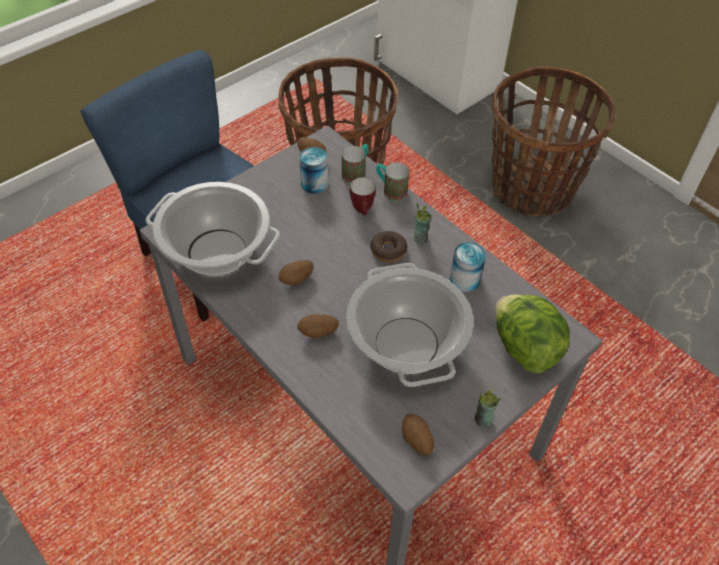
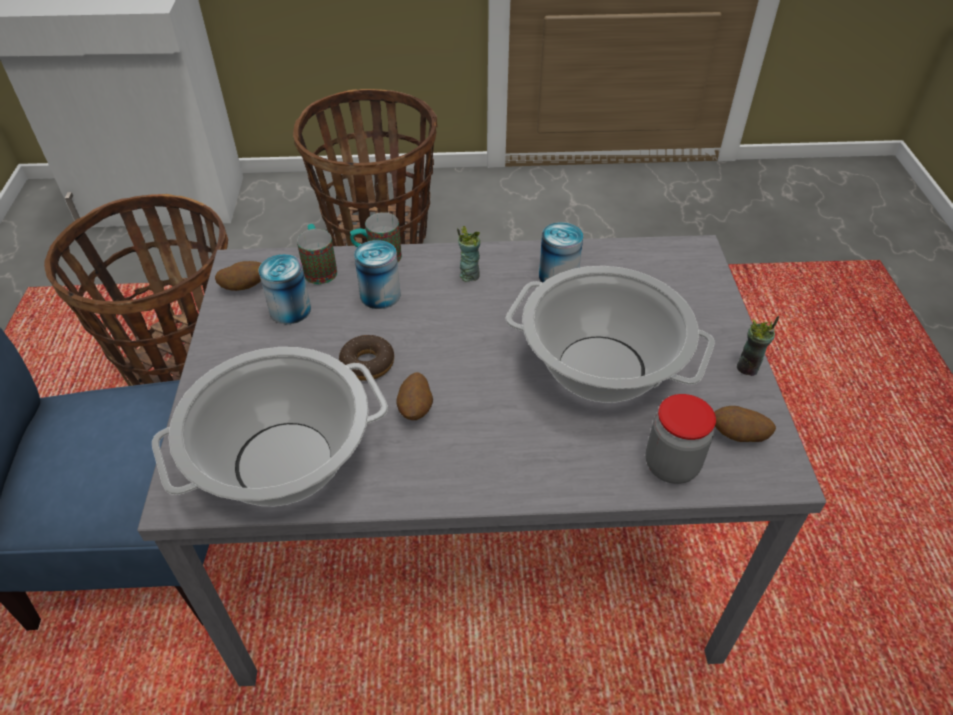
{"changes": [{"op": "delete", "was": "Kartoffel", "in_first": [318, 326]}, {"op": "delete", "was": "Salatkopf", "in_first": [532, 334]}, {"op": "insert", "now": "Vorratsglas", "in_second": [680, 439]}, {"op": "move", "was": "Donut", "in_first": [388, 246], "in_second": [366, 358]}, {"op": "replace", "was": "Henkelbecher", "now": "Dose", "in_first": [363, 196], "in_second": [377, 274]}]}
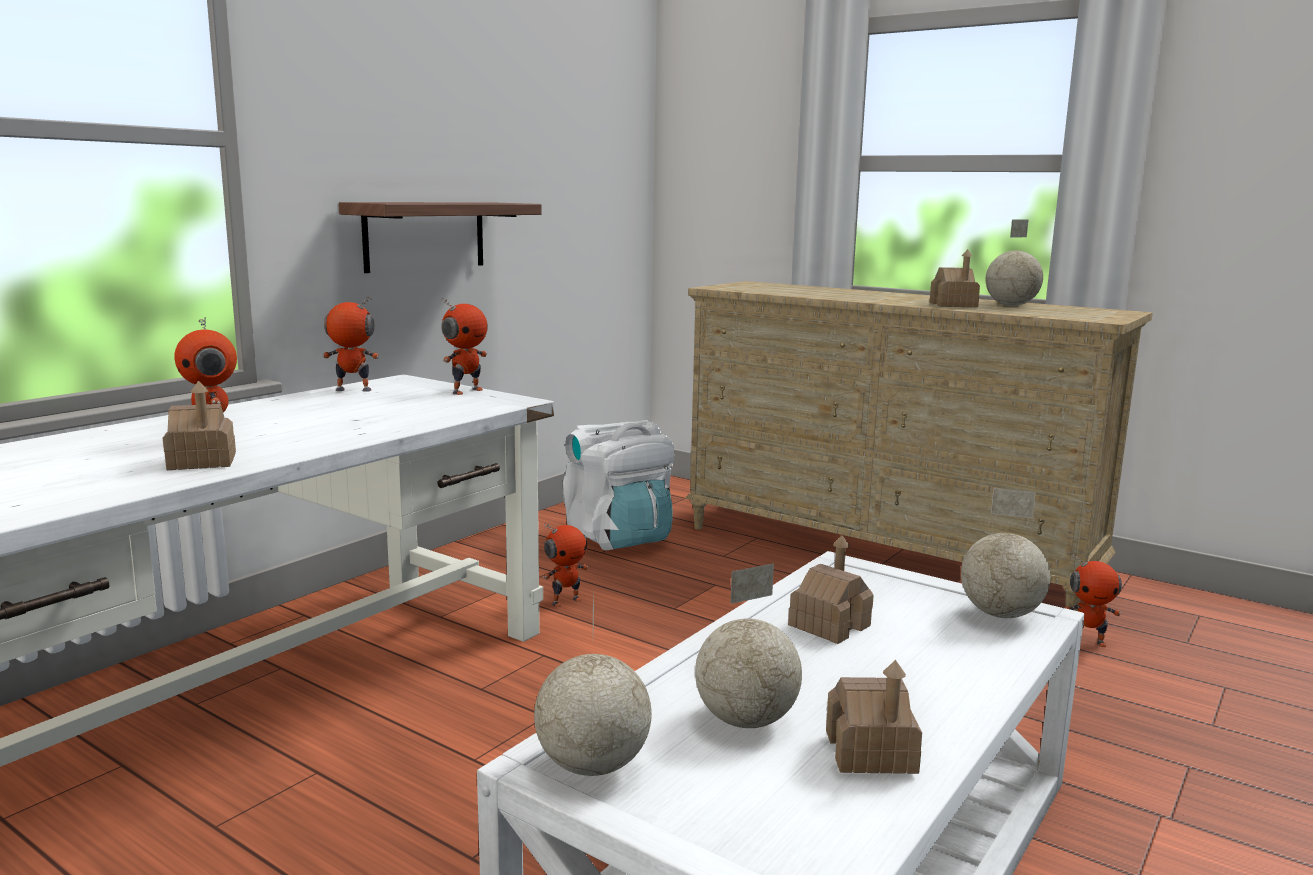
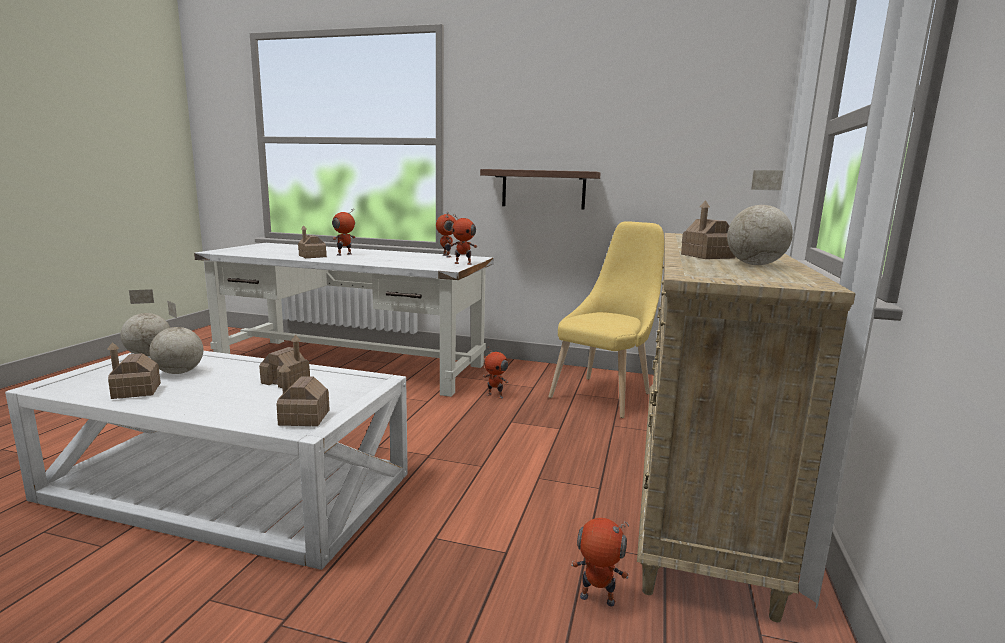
{"changes": [{"op": "replace", "was": "Rucksack (weiß)", "now": "Stuhl (gelb)", "in_first": [618, 486], "in_second": [606, 319]}, {"op": "replace", "was": "Globus", "now": "Spielzeughaus", "in_first": [1005, 553], "in_second": [303, 395]}, {"op": "rotate", "was": "Spielzeugroboter", "in_first": [1092, 599], "in_second": [600, 562], "clockwise": 120}]}
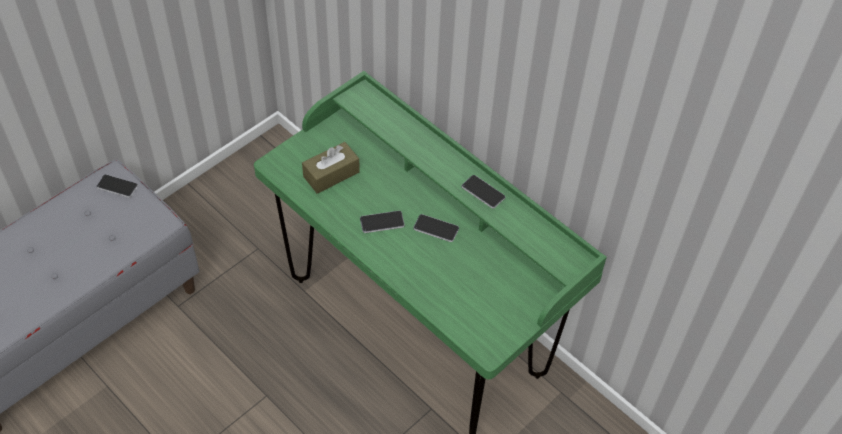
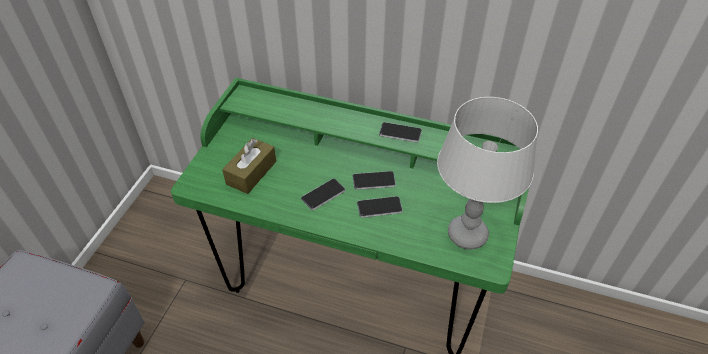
{"changes": [{"op": "insert", "now": "Tischlampe (grau)", "in_second": [487, 173]}, {"op": "move", "was": "Handy", "in_first": [117, 186], "in_second": [380, 207]}]}
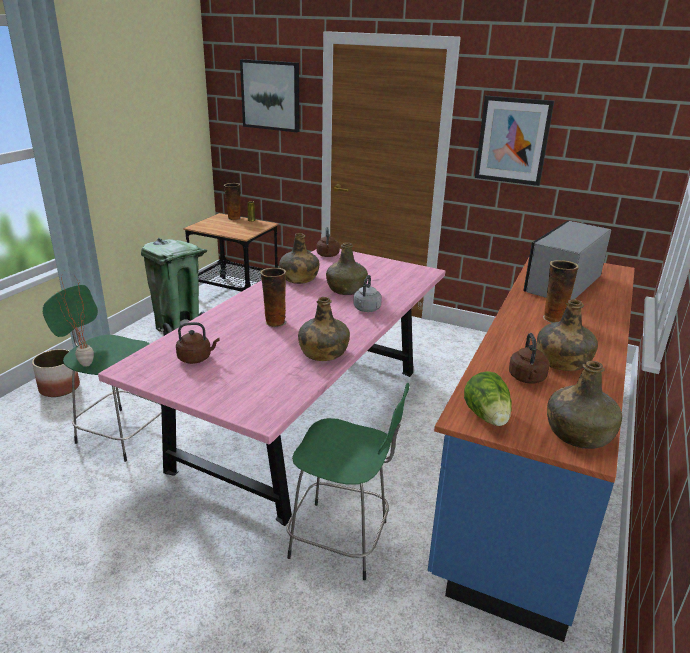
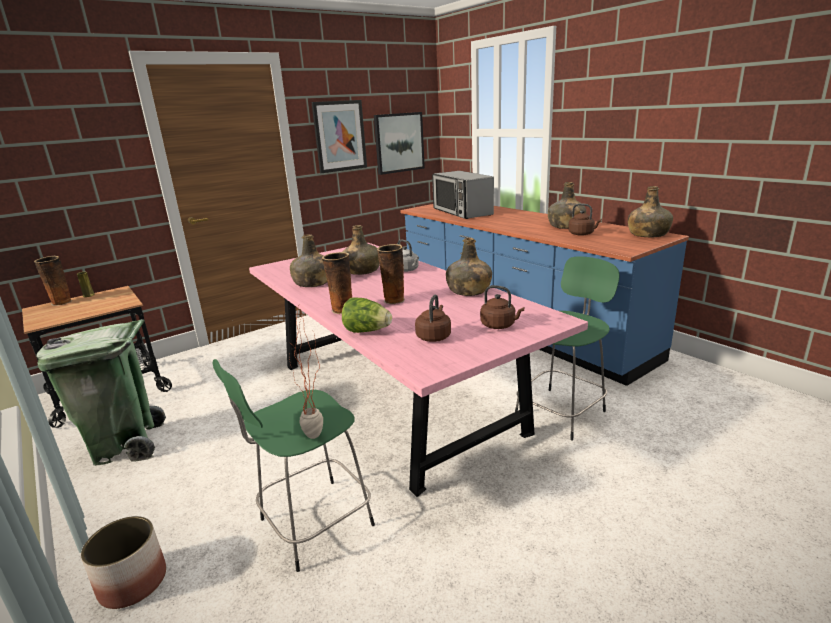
{"changes": [{"op": "move", "was": "Bild", "in_first": [270, 95], "in_second": [399, 143]}, {"op": "move", "was": "Wasserkessel (braun)", "in_first": [328, 242], "in_second": [502, 307]}, {"op": "move", "was": "Salatkopf", "in_first": [488, 398], "in_second": [367, 315]}, {"op": "move", "was": "Vase", "in_first": [561, 291], "in_second": [337, 283]}]}
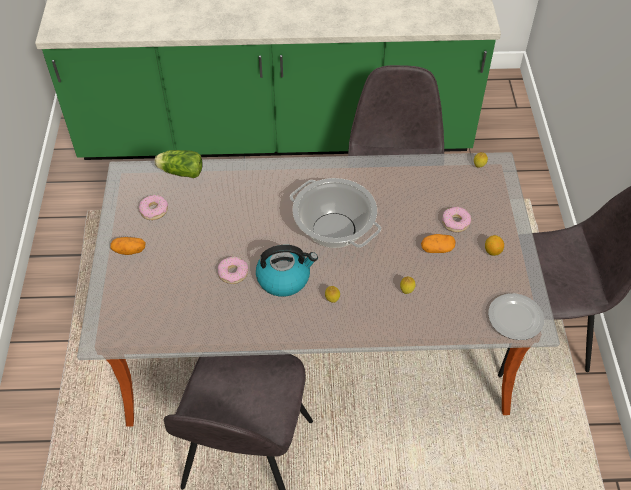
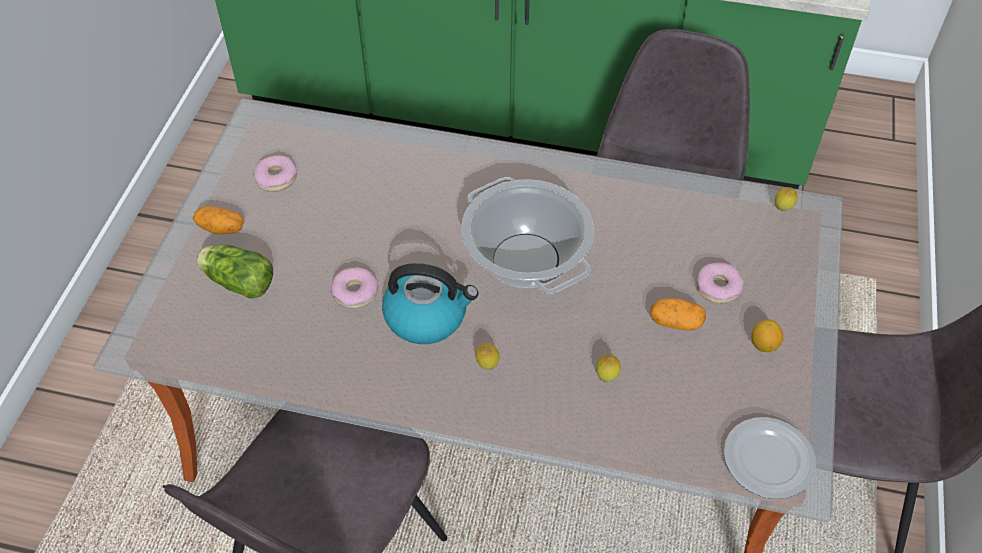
{"changes": [{"op": "move", "was": "Salatkopf", "in_first": [178, 164], "in_second": [234, 272]}]}
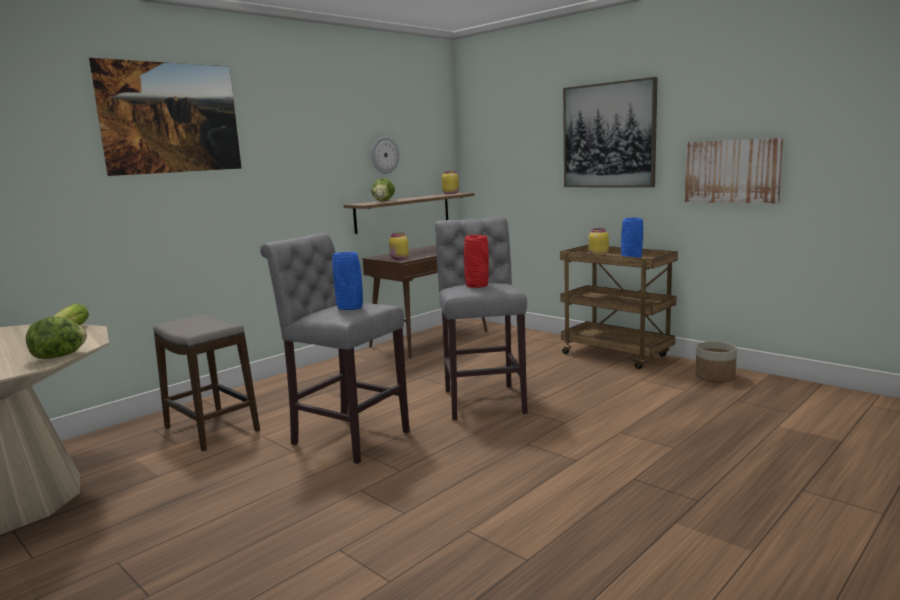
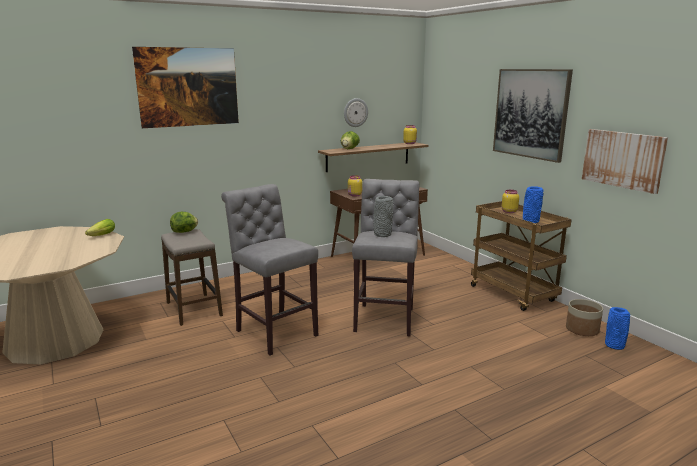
{"changes": [{"op": "move", "was": "Salatkopf", "in_first": [56, 338], "in_second": [184, 222]}, {"op": "move", "was": "Vase (blau)", "in_first": [347, 281], "in_second": [617, 328]}, {"op": "recolor", "was": "Vase (rot)", "now": "Vase (grau)", "in_first": [476, 261], "in_second": [383, 216]}]}
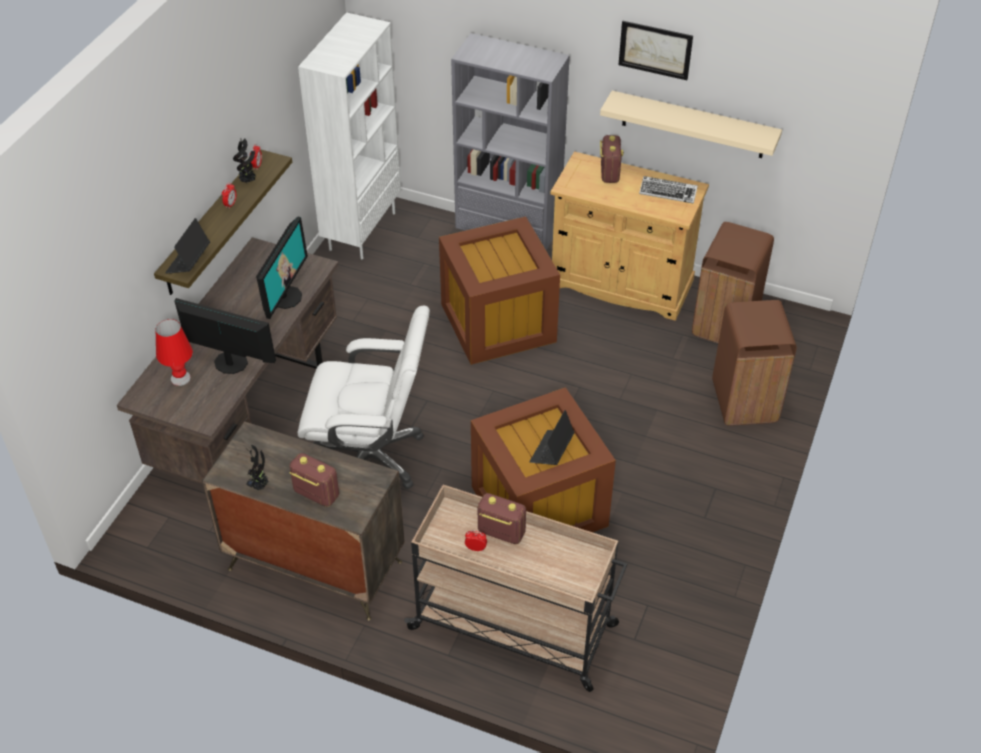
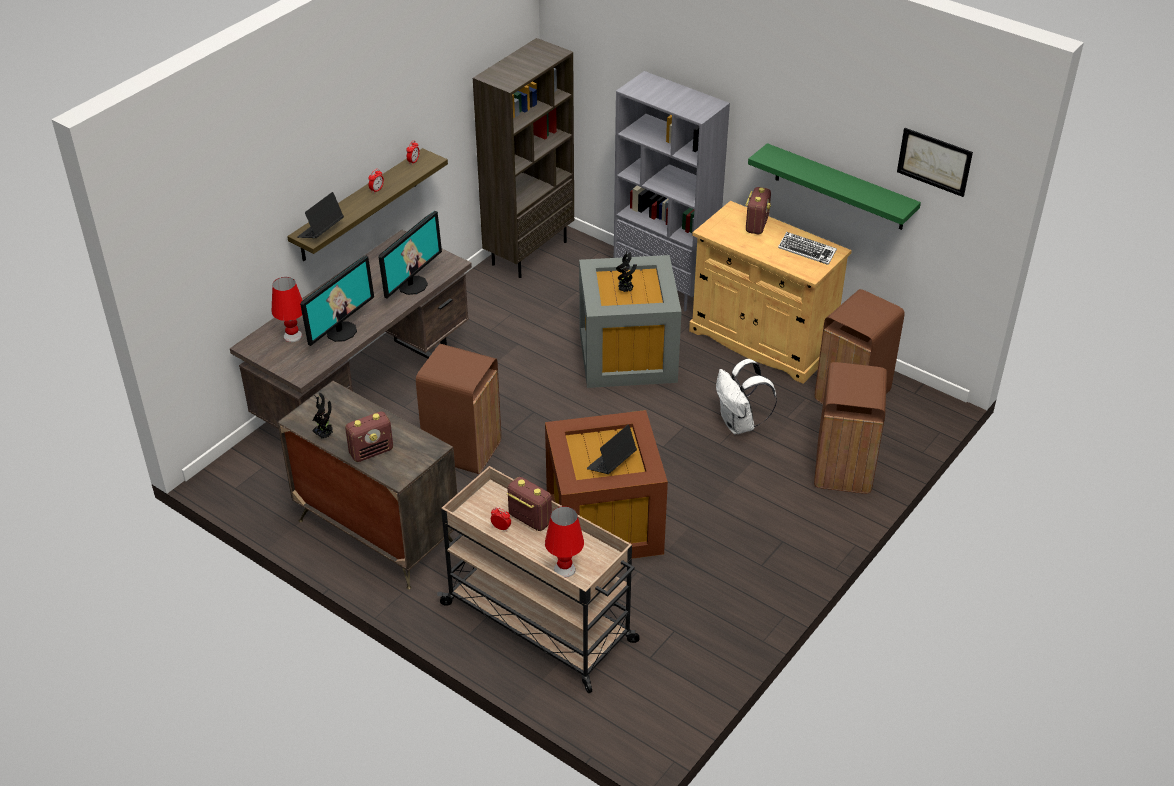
{"changes": [{"op": "insert", "now": "Tischlampe (rot)", "in_second": [564, 542]}, {"op": "insert", "now": "Rucksack (weiß)", "in_second": [746, 396]}, {"op": "move", "was": "Topfpflanze", "in_first": [244, 160], "in_second": [626, 271]}, {"op": "move", "was": "Bild", "in_first": [656, 50], "in_second": [935, 162]}, {"op": "replace", "was": "Bürostuhl (weiß)", "now": "Mülleimer (braun)", "in_first": [363, 397], "in_second": [458, 409]}, {"op": "recolor", "was": "Bücherregal (weiß)", "now": "Bücherregal (braun)", "in_first": [349, 136], "in_second": [523, 158]}, {"op": "recolor", "was": "Aufbewahrungsbox (braun)", "now": "Aufbewahrungsbox (grau)", "in_first": [499, 291], "in_second": [630, 321]}, {"op": "recolor", "was": "Wandregal (beige)", "now": "Wandregal (grün)", "in_first": [691, 124], "in_second": [834, 186]}, {"op": "rotate", "was": "Monitor", "in_first": [225, 336], "in_second": [337, 301], "clockwise": 90}, {"op": "rotate", "was": "Radio", "in_first": [314, 480], "in_second": [369, 436], "clockwise": 105}]}
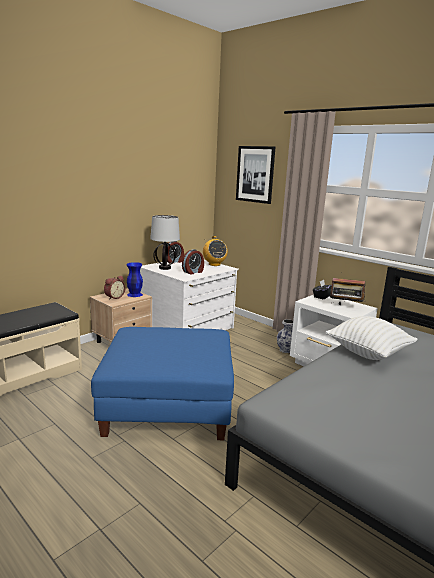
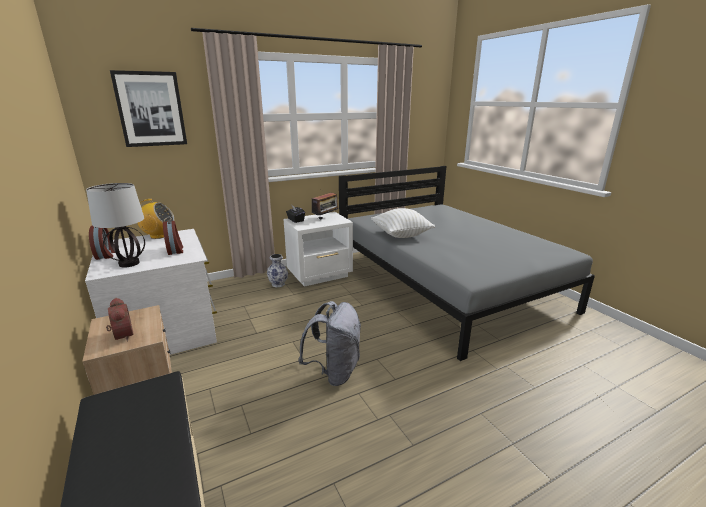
{"changes": [{"op": "delete", "was": "Vase (blau)", "in_first": [135, 279]}, {"op": "replace", "was": "Polsterhocker (blau)", "now": "Rucksack (grau)", "in_first": [162, 383], "in_second": [329, 343]}]}
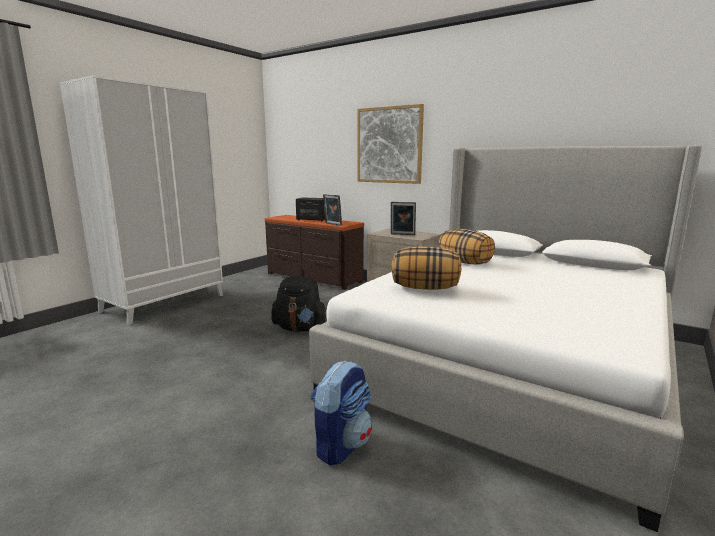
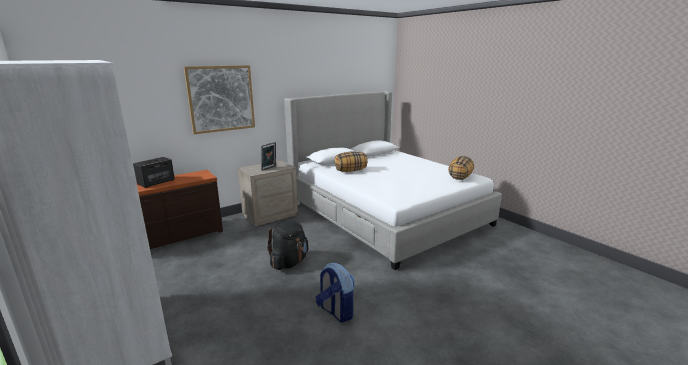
{"changes": [{"op": "delete", "was": "Bilderrahmen", "in_first": [332, 210]}, {"op": "move", "was": "Rucksack", "in_first": [341, 412], "in_second": [335, 293]}, {"op": "move", "was": "Kissen", "in_first": [426, 268], "in_second": [461, 168]}]}
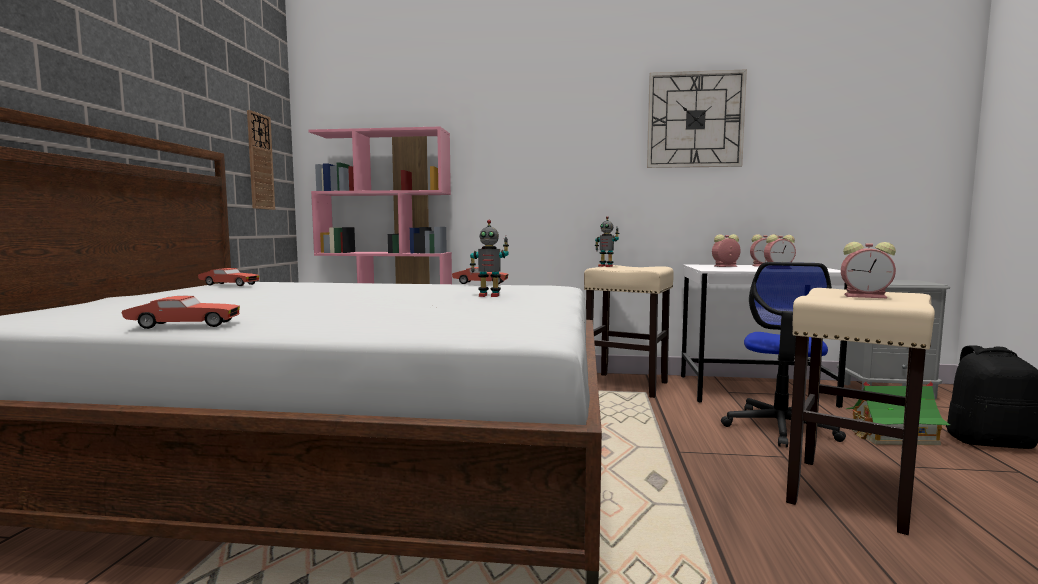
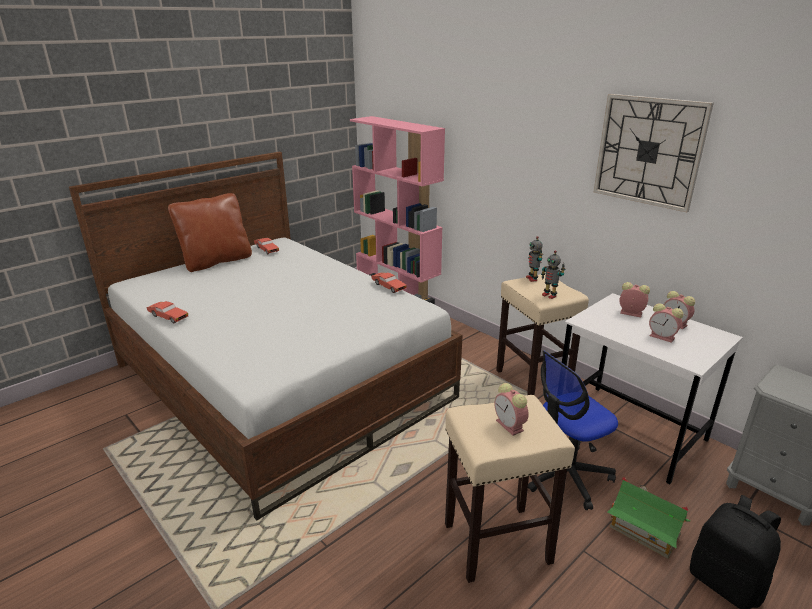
{"changes": [{"op": "delete", "was": "Wanduhr", "in_first": [261, 160]}, {"op": "insert", "now": "Kissen (braun)", "in_second": [210, 232]}, {"op": "move", "was": "Spielzeugroboter", "in_first": [489, 258], "in_second": [553, 275]}]}
